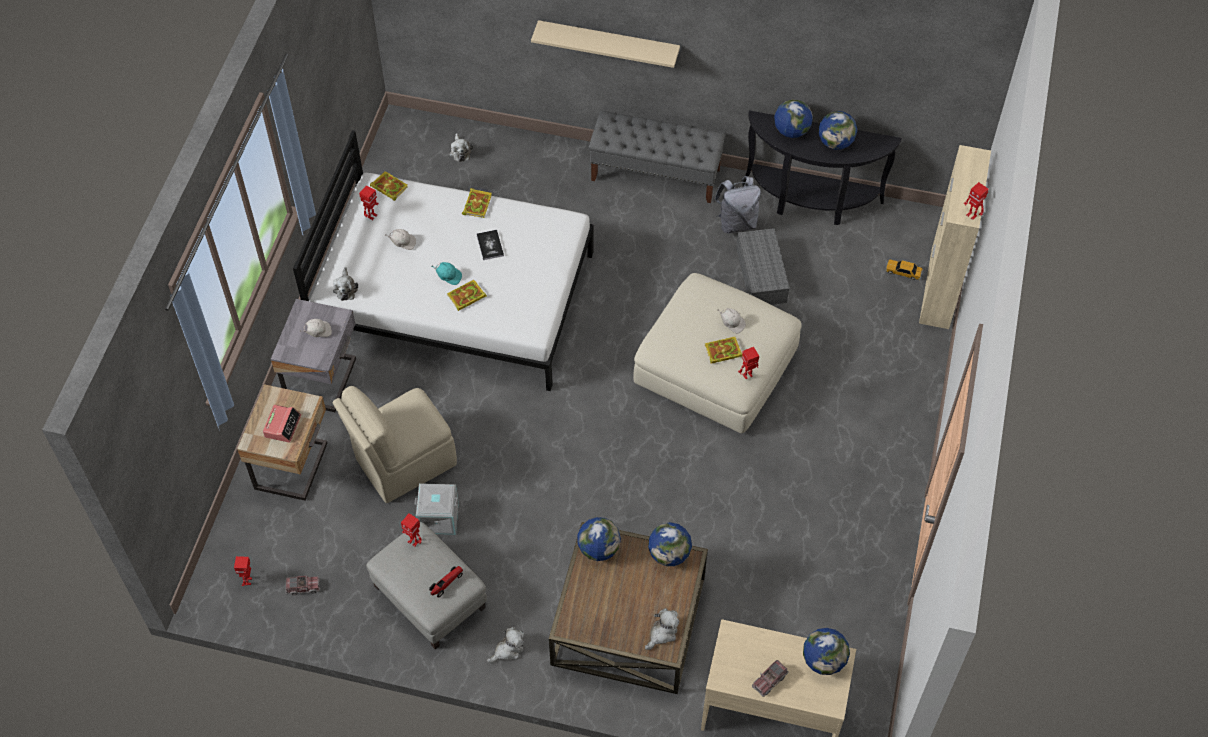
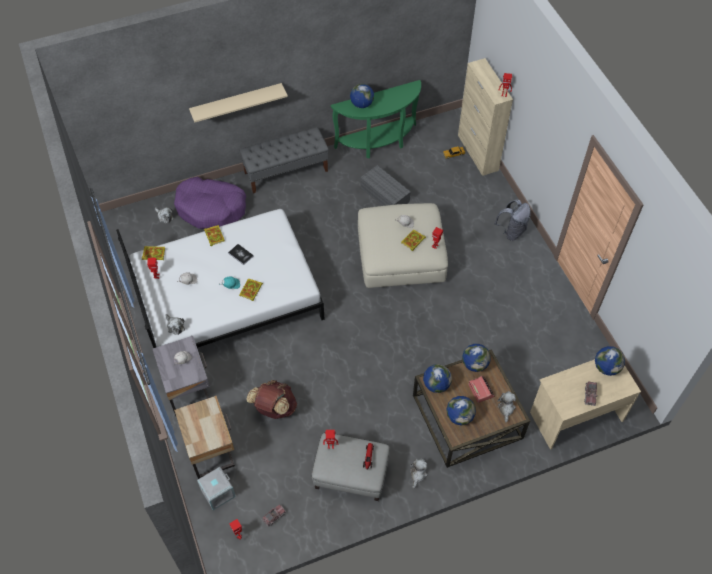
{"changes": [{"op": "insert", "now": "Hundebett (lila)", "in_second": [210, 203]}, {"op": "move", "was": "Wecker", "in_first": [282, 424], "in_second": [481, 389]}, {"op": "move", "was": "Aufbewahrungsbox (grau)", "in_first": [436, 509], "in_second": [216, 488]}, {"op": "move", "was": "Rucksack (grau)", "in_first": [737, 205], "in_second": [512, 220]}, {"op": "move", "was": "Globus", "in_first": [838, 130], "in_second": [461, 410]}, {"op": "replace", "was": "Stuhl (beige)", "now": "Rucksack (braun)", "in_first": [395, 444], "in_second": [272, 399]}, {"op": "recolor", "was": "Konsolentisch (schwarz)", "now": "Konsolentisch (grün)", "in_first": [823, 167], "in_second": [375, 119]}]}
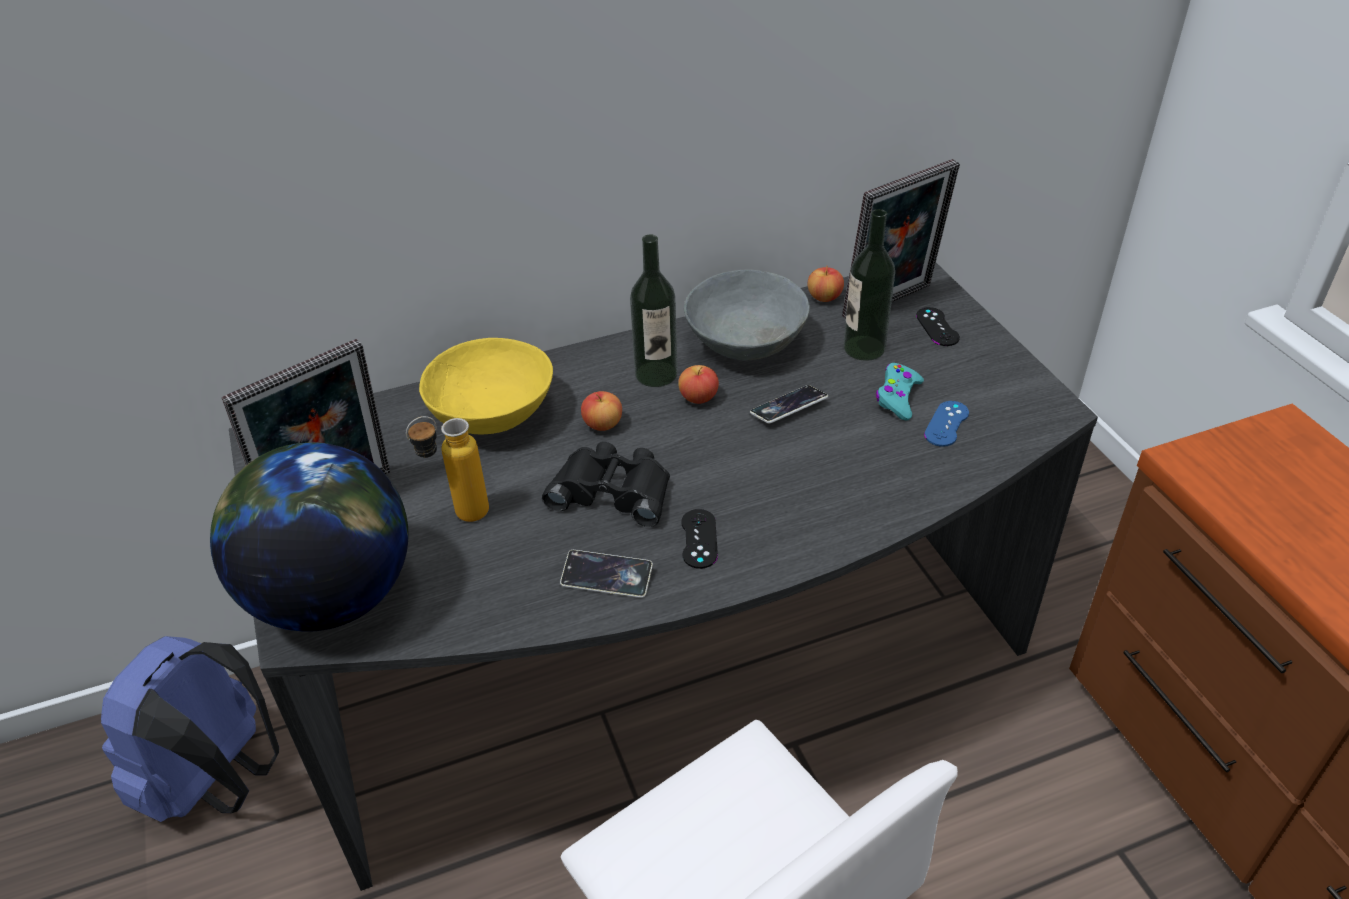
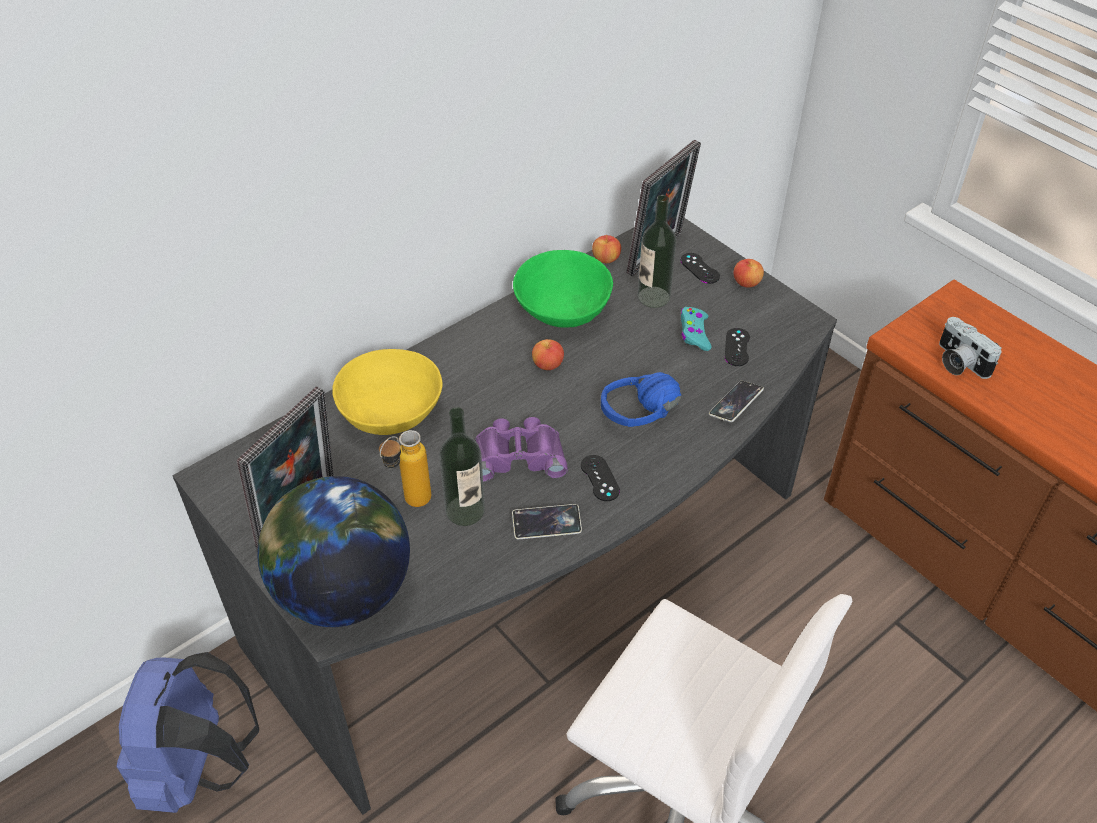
{"changes": [{"op": "insert", "now": "Kopfhörer (blau)", "in_second": [641, 399]}, {"op": "insert", "now": "Kamera", "in_second": [970, 348]}, {"op": "move", "was": "Apfel", "in_first": [601, 411], "in_second": [749, 273]}, {"op": "move", "was": "Flasche", "in_first": [654, 310], "in_second": [462, 466]}, {"op": "move", "was": "Handy", "in_first": [789, 404], "in_second": [736, 401]}, {"op": "recolor", "was": "Fernglas (schwarz)", "now": "Fernglas (lila)", "in_first": [606, 484], "in_second": [521, 449]}, {"op": "recolor", "was": "Schüssel (grau)", "now": "Schüssel (grün)", "in_first": [747, 315], "in_second": [563, 289]}, {"op": "recolor", "was": "Gamepad (blau)", "now": "Gamepad (schwarz)", "in_first": [946, 424], "in_second": [737, 347]}]}
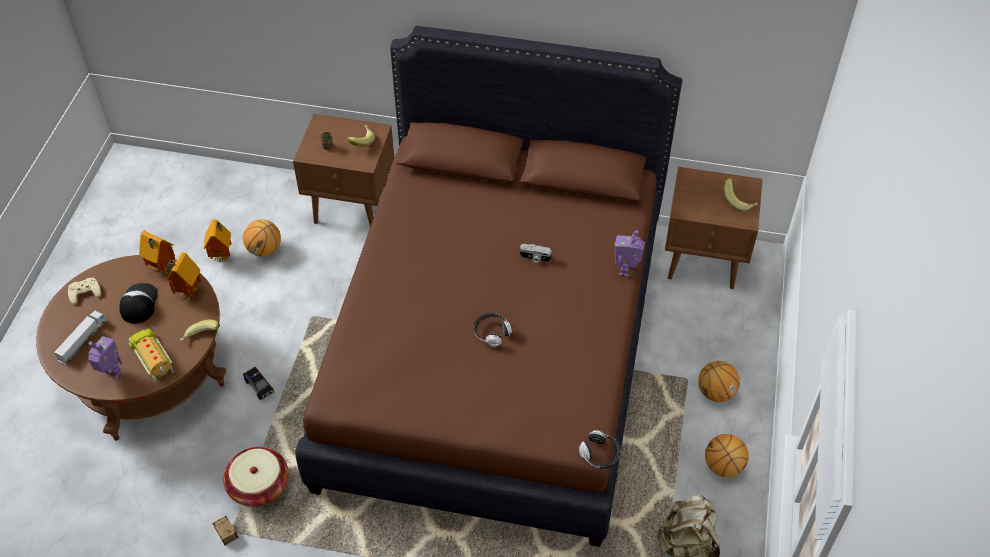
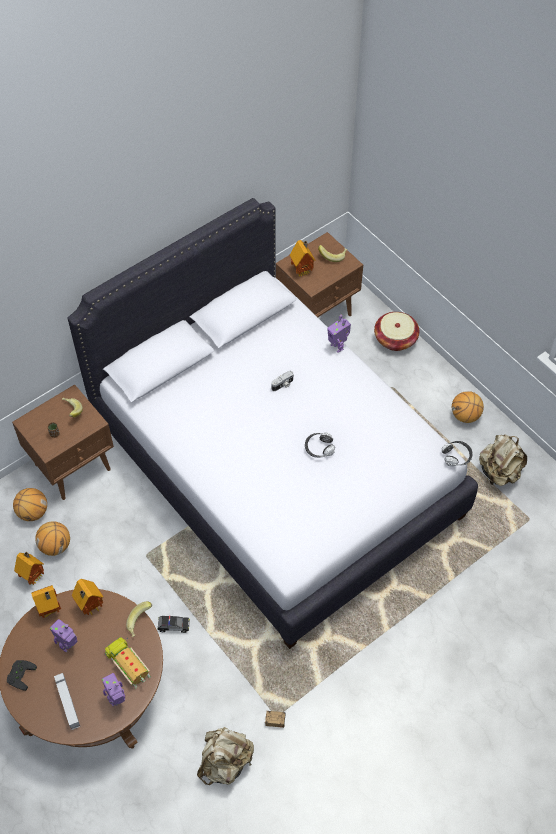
{"changes": [{"op": "insert", "now": "Rucksack (beige)", "in_second": [225, 756]}, {"op": "insert", "now": "Spielzeughaus", "in_second": [303, 258]}, {"op": "move", "was": "Korb", "in_first": [256, 477], "in_second": [396, 331]}, {"op": "move", "was": "Basketball", "in_first": [719, 381], "in_second": [30, 504]}, {"op": "replace", "was": "Kappe", "now": "Spielzeugroboter", "in_first": [138, 303], "in_second": [64, 636]}, {"op": "recolor", "was": "Gamepad (beige)", "now": "Gamepad (schwarz)", "in_first": [84, 291], "in_second": [22, 675]}, {"op": "recolor", "was": "Bett (braun)", "now": "Bett (weiß)", "in_first": [488, 286], "in_second": [272, 423]}, {"op": "rotate", "was": "Spielzeuglaster", "in_first": [150, 354], "in_second": [128, 663], "clockwise": 45}]}
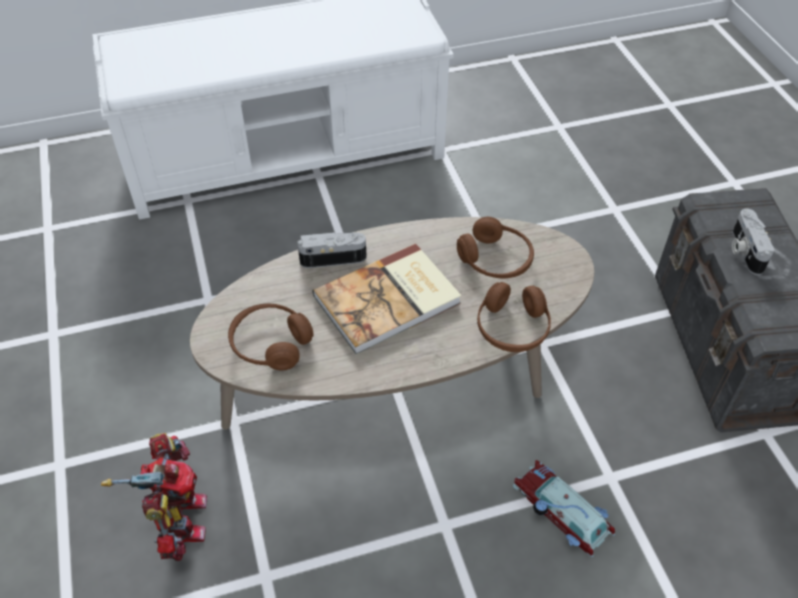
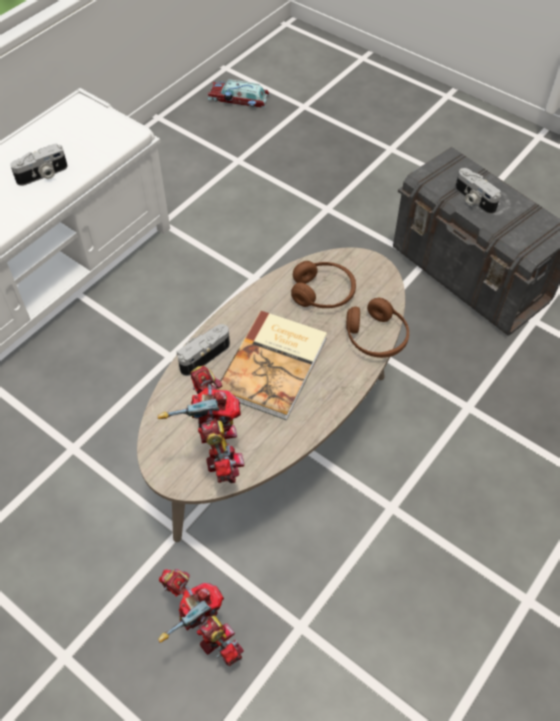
{"changes": [{"op": "insert", "now": "Kamera", "in_second": [39, 165]}, {"op": "move", "was": "Spielzeugauto", "in_first": [564, 508], "in_second": [238, 93]}, {"op": "replace", "was": "Kopfhörer (braun)", "now": "Spielzeugroboter", "in_first": [271, 337], "in_second": [201, 424]}]}
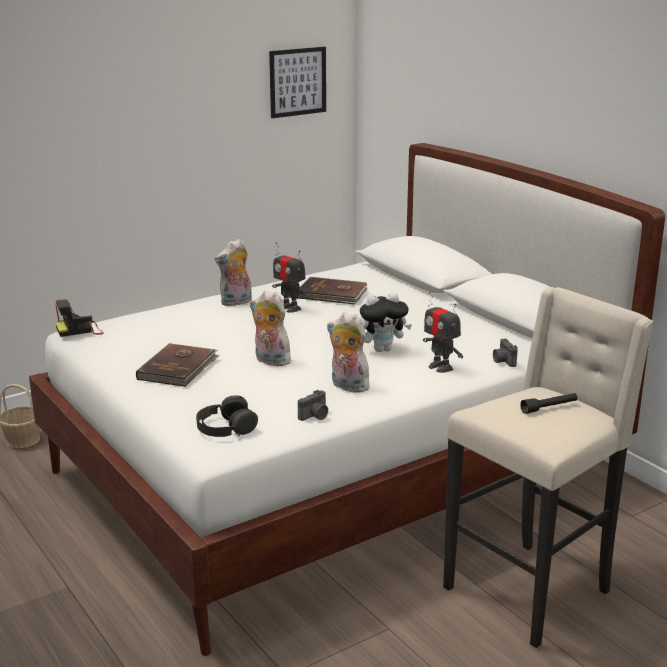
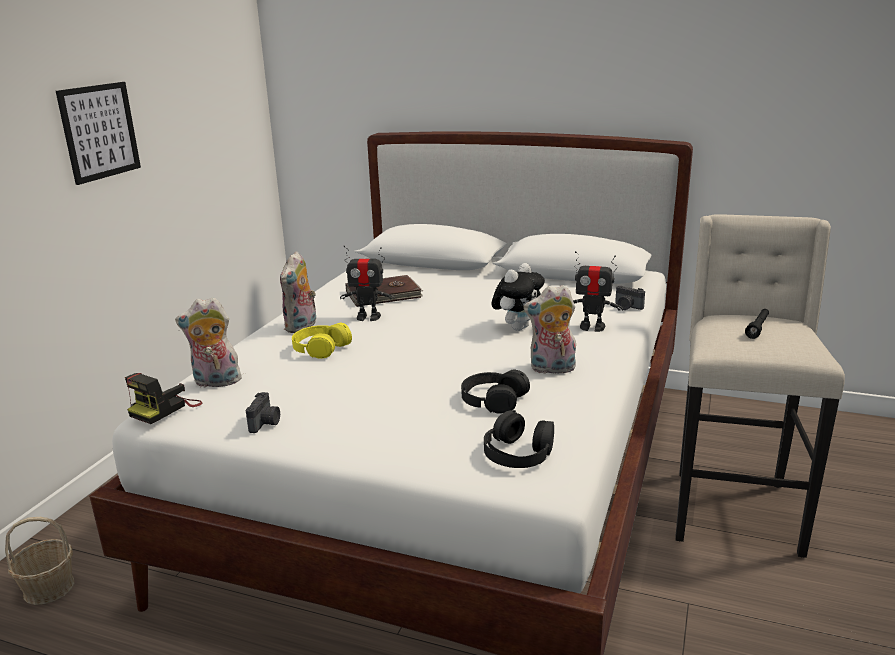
{"changes": [{"op": "delete", "was": "Buch (braun)", "in_first": [178, 365]}, {"op": "insert", "now": "Kopfhörer (gelb)", "in_second": [322, 340]}, {"op": "insert", "now": "Kopfhörer (schwarz)", "in_second": [495, 391]}, {"op": "move", "was": "Plüschtier", "in_first": [271, 328], "in_second": [208, 342]}, {"op": "move", "was": "Bild", "in_first": [297, 82], "in_second": [98, 133]}, {"op": "move", "was": "Kamera", "in_first": [313, 405], "in_second": [263, 412]}]}
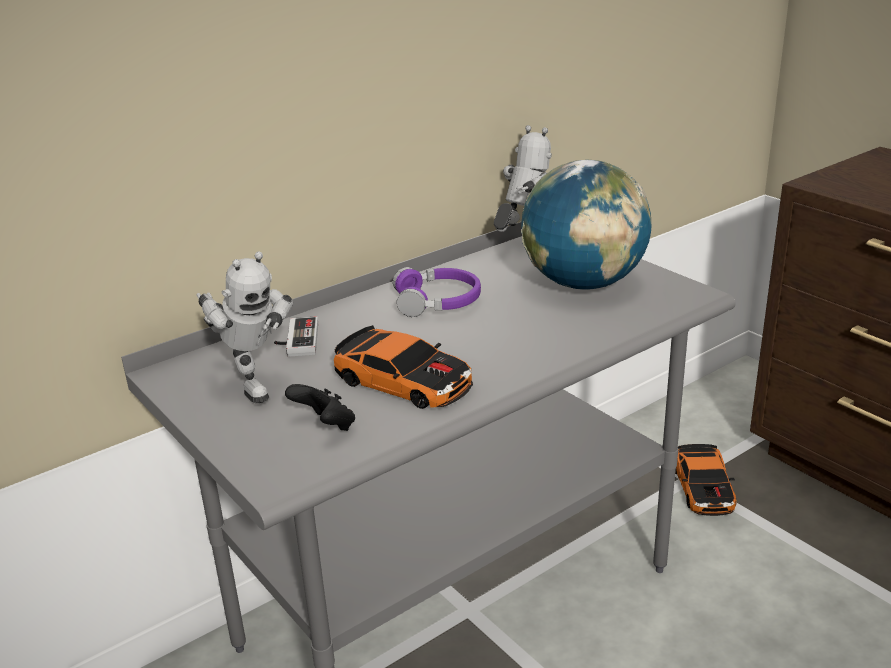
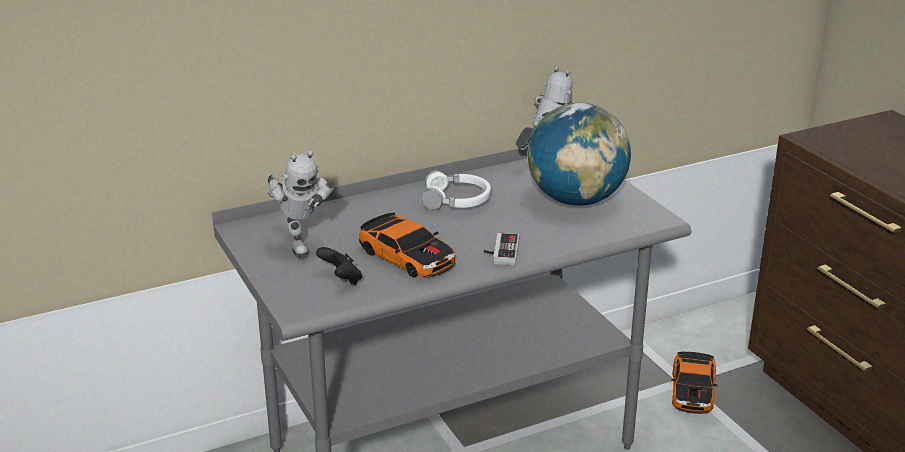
{"changes": [{"op": "move", "was": "Gamepad", "in_first": [296, 336], "in_second": [501, 249]}, {"op": "recolor", "was": "Kopfhörer (lila)", "now": "Kopfhörer (weiß)", "in_first": [437, 292], "in_second": [456, 190]}]}
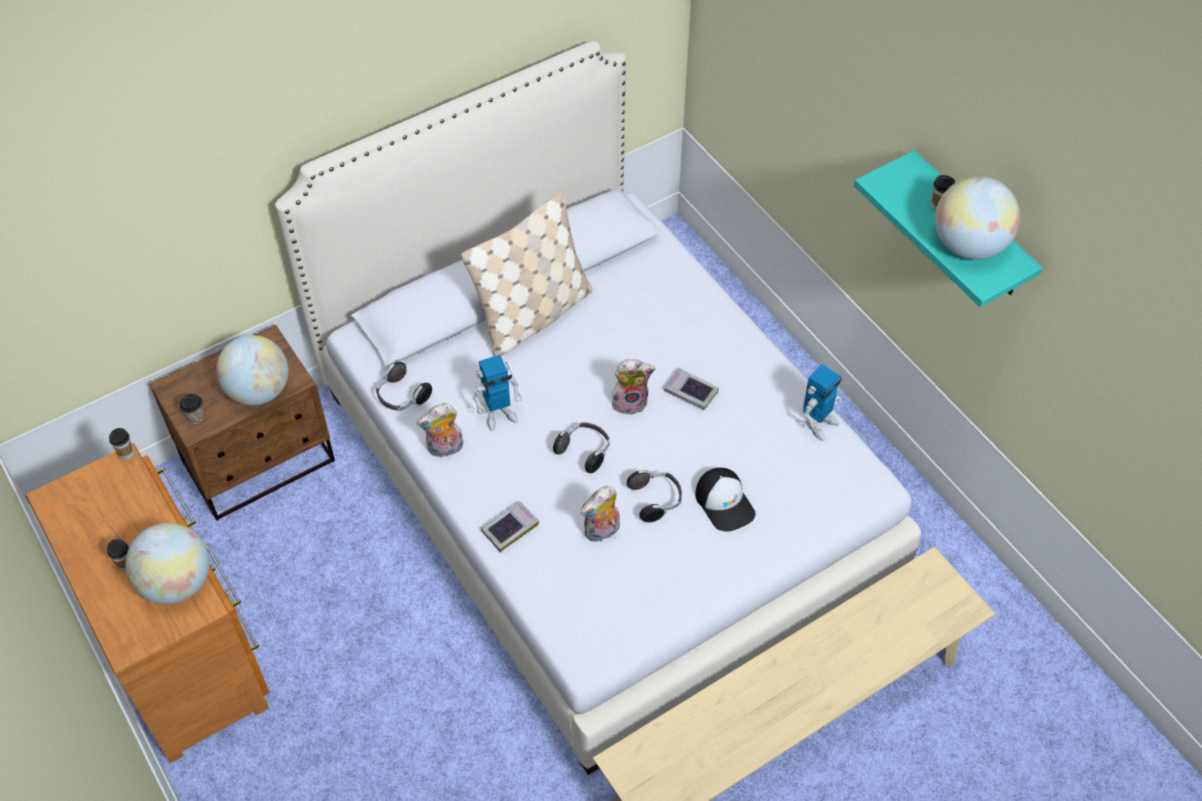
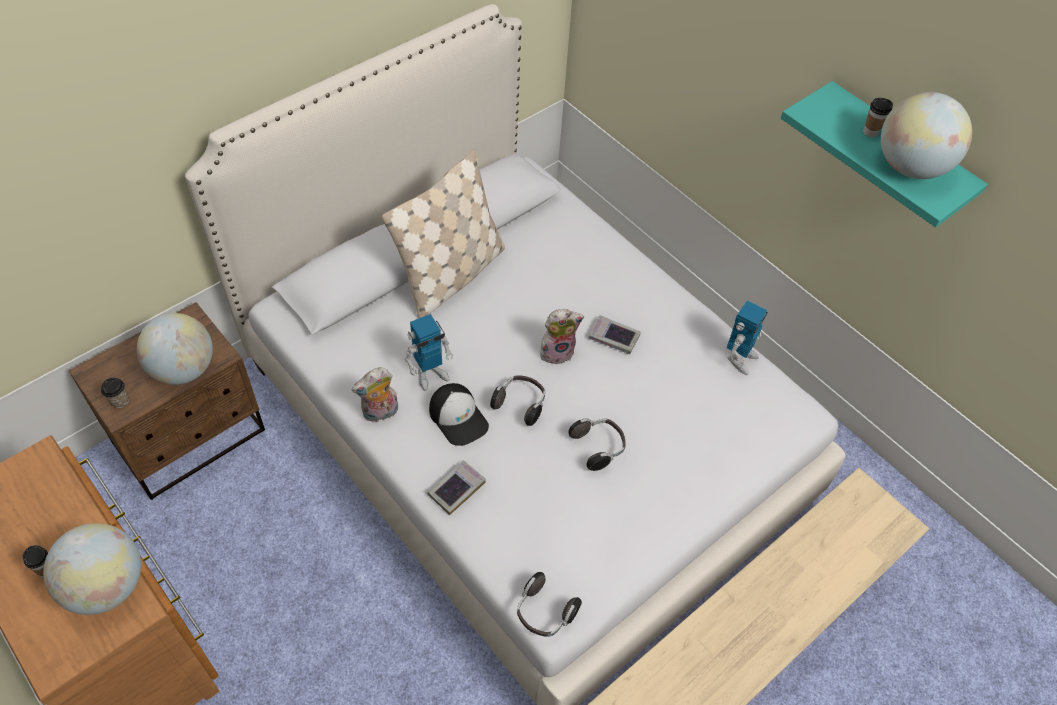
{"changes": [{"op": "delete", "was": "Tasse", "in_first": [121, 444]}, {"op": "delete", "was": "Plüschtier", "in_first": [600, 514]}, {"op": "move", "was": "Kopfhörer", "in_first": [404, 386], "in_second": [549, 604]}, {"op": "move", "was": "Kappe", "in_first": [725, 500], "in_second": [459, 414]}]}
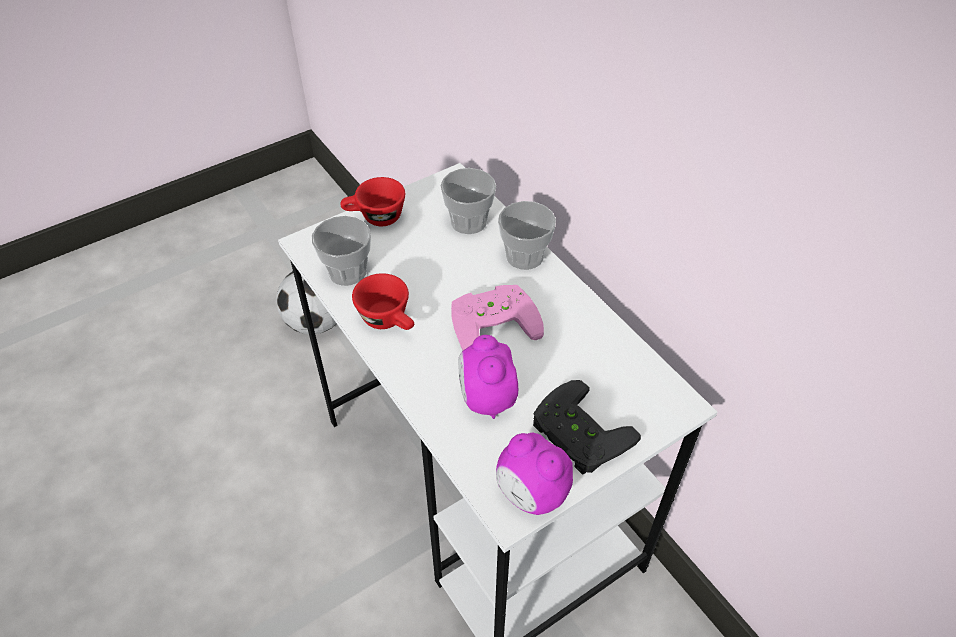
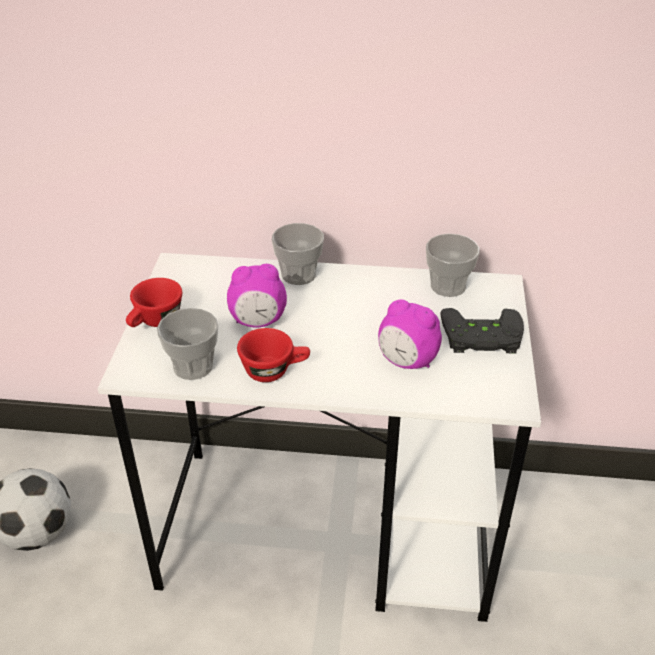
{"changes": [{"op": "delete", "was": "Gamepad (rosa)", "in_first": [497, 317]}, {"op": "move", "was": "Tasse", "in_first": [468, 201], "in_second": [452, 265]}, {"op": "move", "was": "Wecker", "in_first": [534, 474], "in_second": [257, 296]}]}
